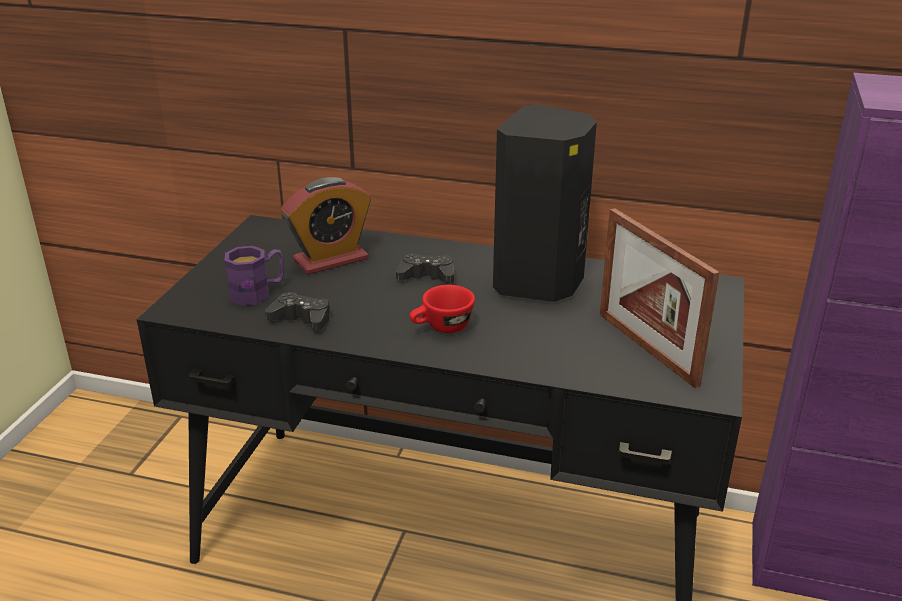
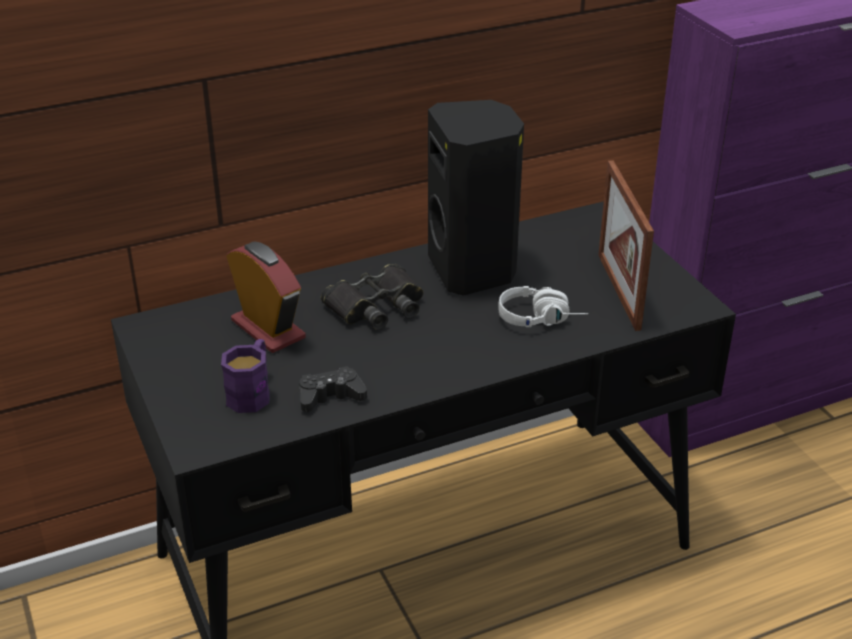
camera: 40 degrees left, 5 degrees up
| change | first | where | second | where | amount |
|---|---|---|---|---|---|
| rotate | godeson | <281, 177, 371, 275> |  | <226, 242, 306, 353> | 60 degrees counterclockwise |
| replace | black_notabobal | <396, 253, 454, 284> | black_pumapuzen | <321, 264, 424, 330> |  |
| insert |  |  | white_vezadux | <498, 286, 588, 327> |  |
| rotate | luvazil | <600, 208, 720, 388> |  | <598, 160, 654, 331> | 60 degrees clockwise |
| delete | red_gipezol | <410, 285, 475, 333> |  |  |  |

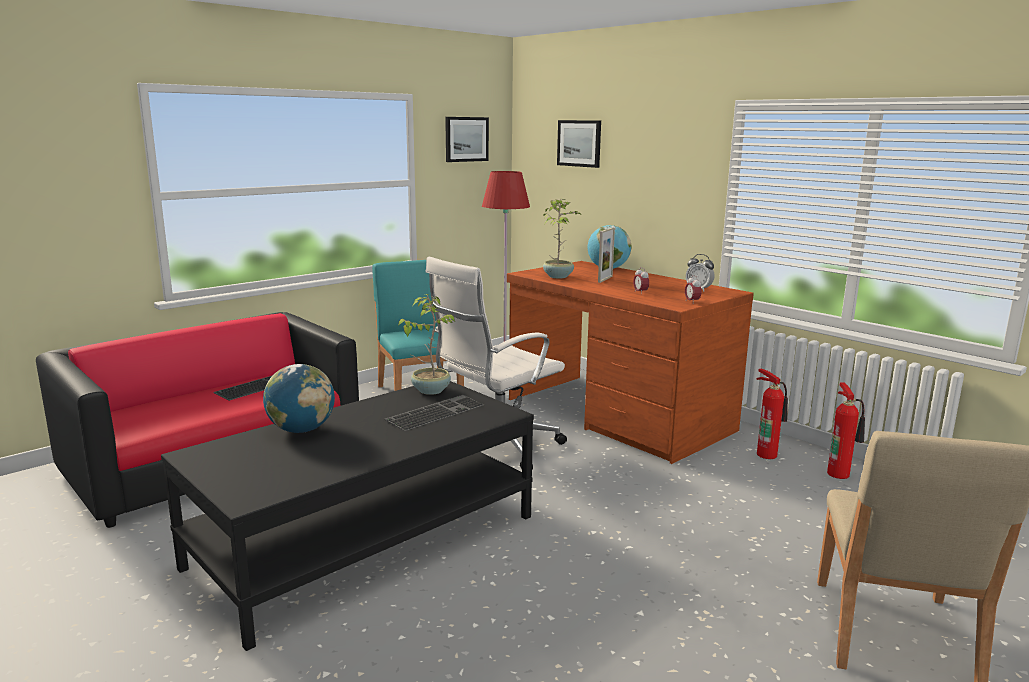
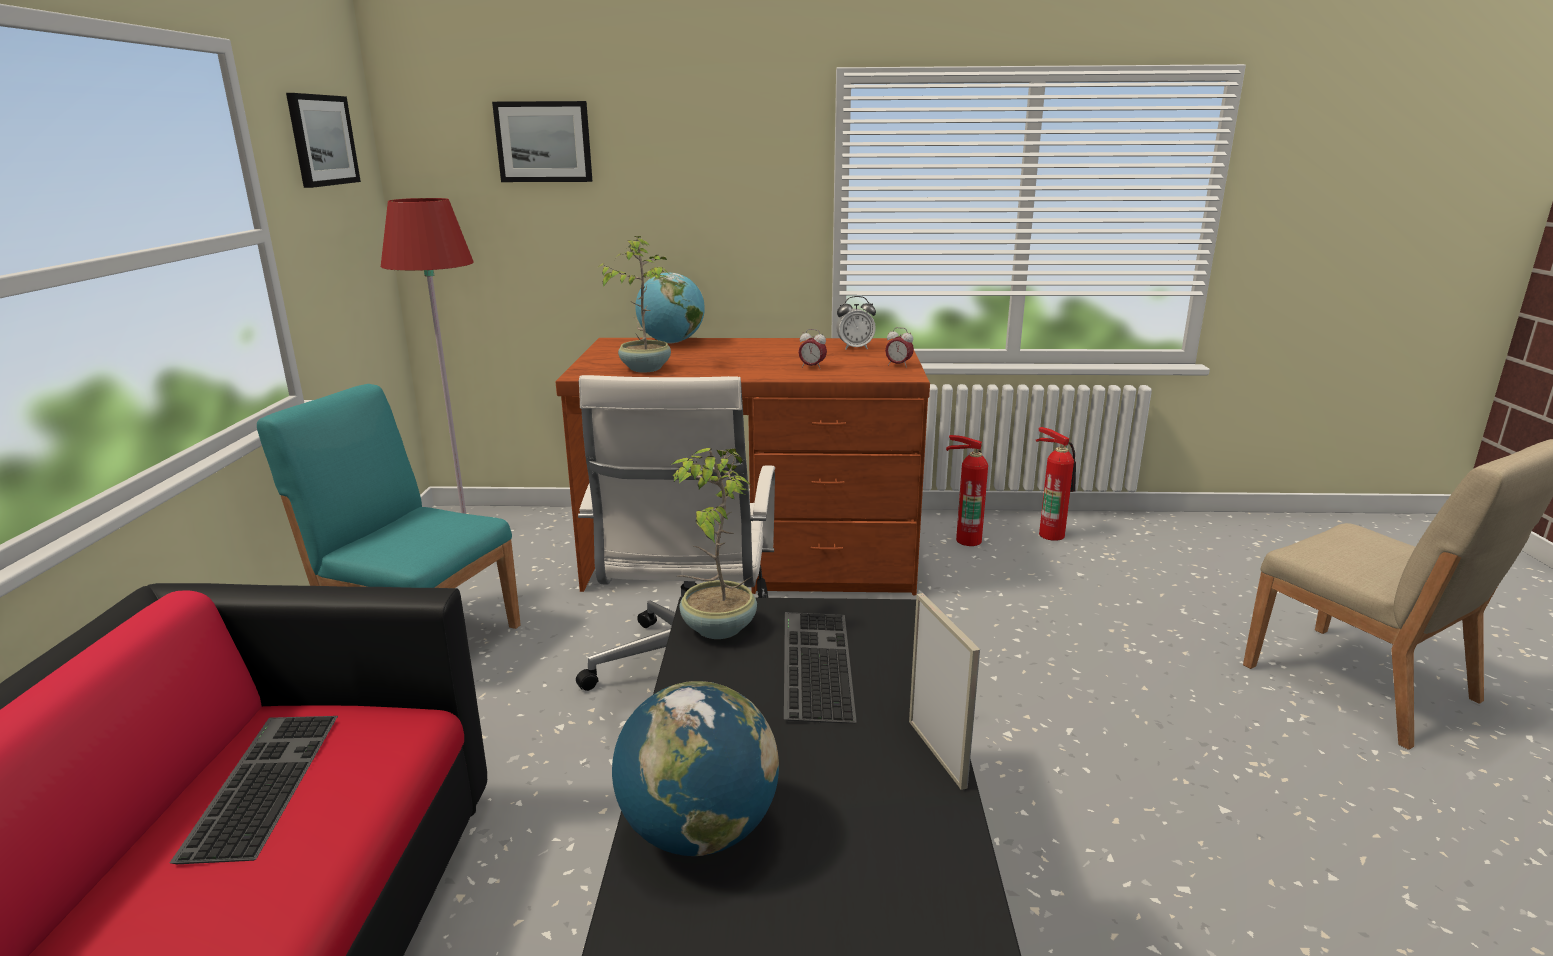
camera: 45 degrees left, 5 degrees up
| change | first | where | second | where | amount |
|---|---|---|---|---|---|
| move | luvazil | <598, 227, 615, 283> |  | <909, 593, 980, 790> |  |

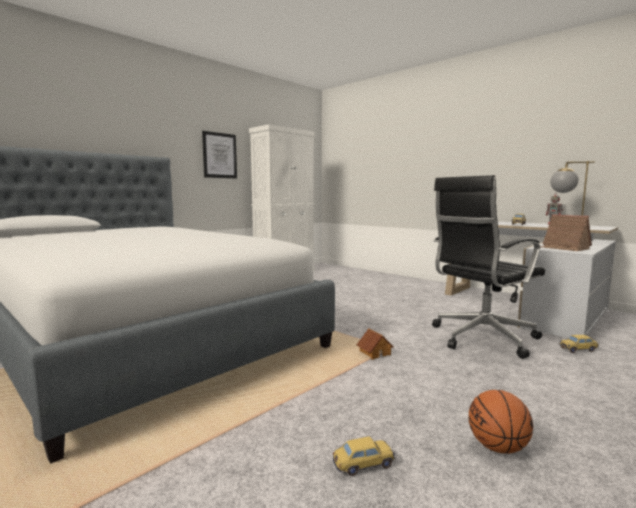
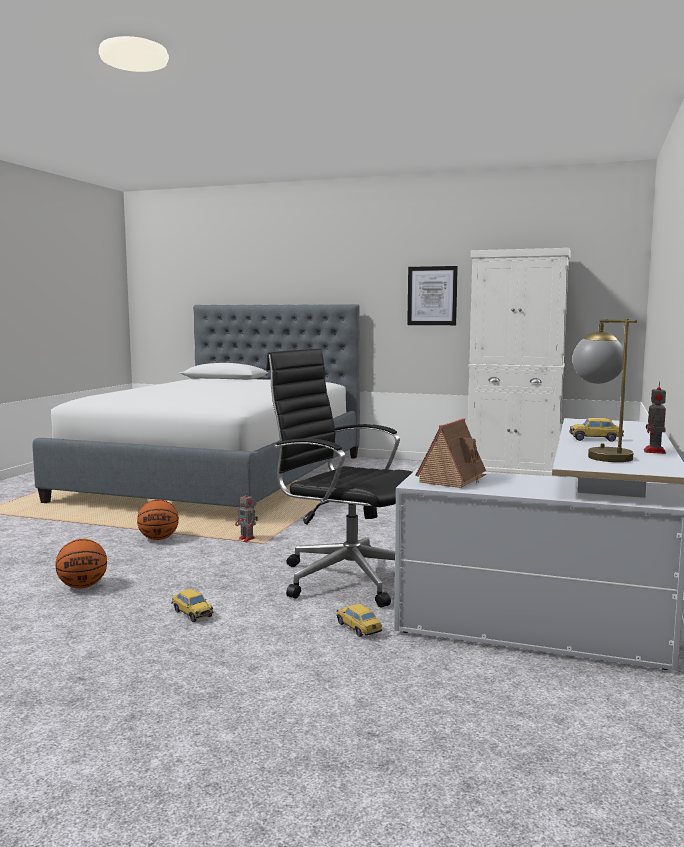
camera: 65 degrees right, 0 degrees up
| change | first | where | second | where | amount |
|---|---|---|---|---|---|
| insert |  |  | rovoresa | <137, 499, 179, 540> |  |
| move | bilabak | <333, 436, 395, 476> |  | <172, 589, 214, 622> |  |
| replace | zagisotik | <357, 328, 394, 360> | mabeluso | <235, 491, 258, 543> |  |

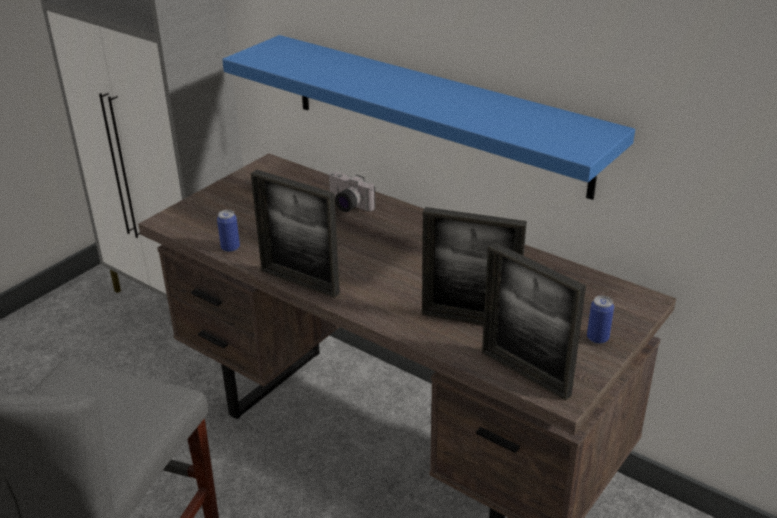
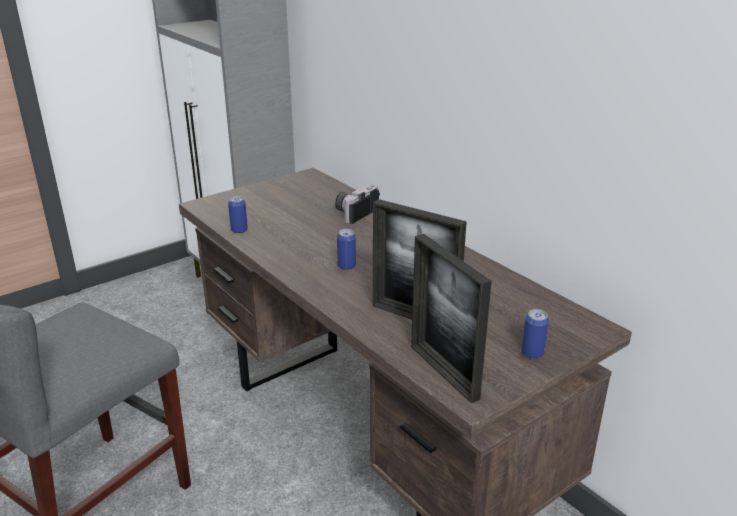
camera: 15 degrees right, 5 degrees down
| change | first | where | second | where | amount |
|---|---|---|---|---|---|
| rotate | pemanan | <329, 171, 375, 212> |  | <335, 185, 380, 224> | 75 degrees clockwise |
| insert |  |  | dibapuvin | <337, 229, 356, 270> |  |
| delete | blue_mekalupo | <222, 35, 635, 200> |  |  |  |
| delete | luvazil | <251, 170, 340, 298> |  |  |  |

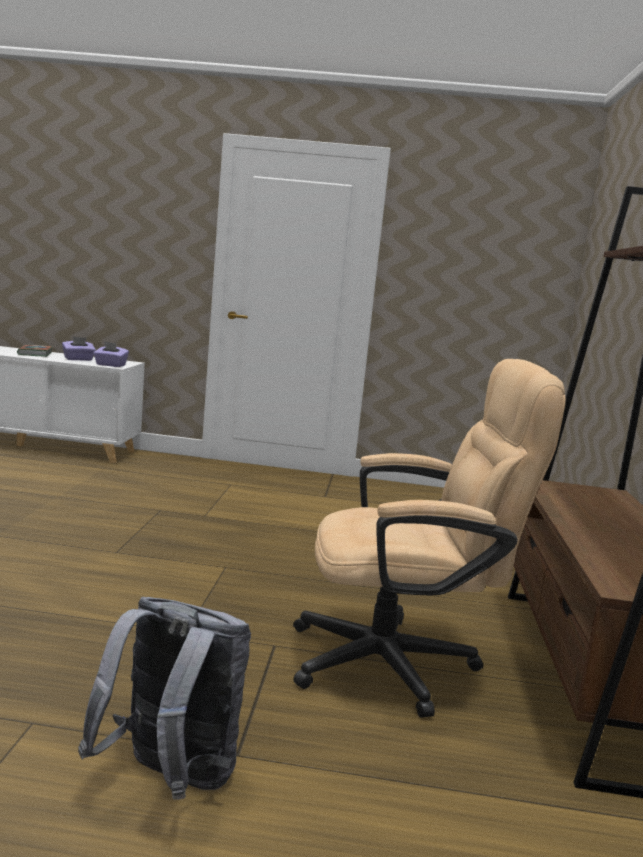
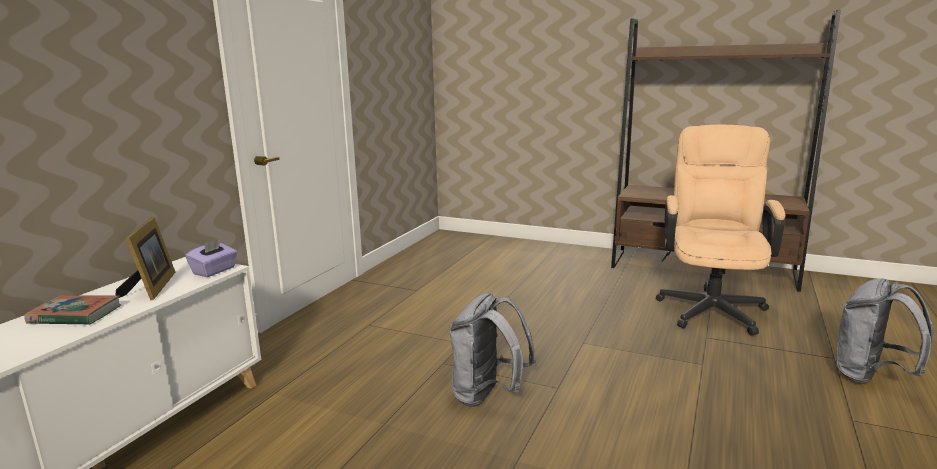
camera: 70 degrees left, 5 degrees up
| change | first | where | second | where | amount |
|---|---|---|---|---|---|
| replace | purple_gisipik | <62, 337, 96, 361> | luvazil | <116, 217, 175, 301> |  |
| insert |  |  | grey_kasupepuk | <449, 293, 536, 407> |  |

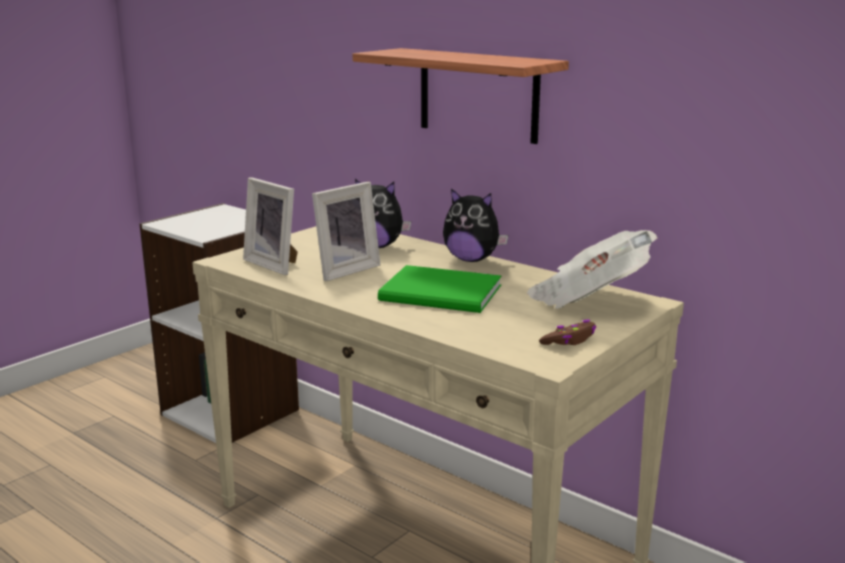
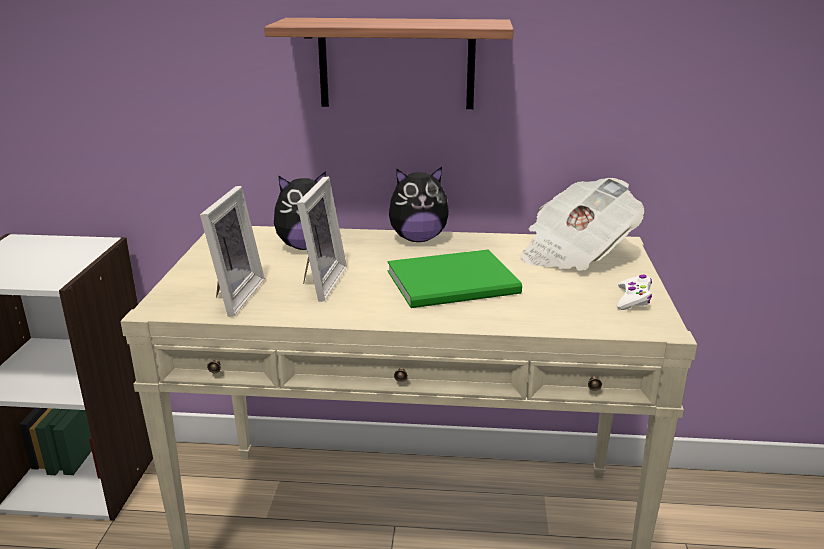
camera: 35 degrees left, 5 degrees up
| change | first | where | second | where | amount |
|---|---|---|---|---|---|
| rotate | luvazil | <243, 177, 298, 275> |  | <200, 186, 265, 317> | 90 degrees counterclockwise |
| recolor | brown_notabobal | <539, 320, 596, 345> | white_notabobal | <617, 275, 652, 310> |  |

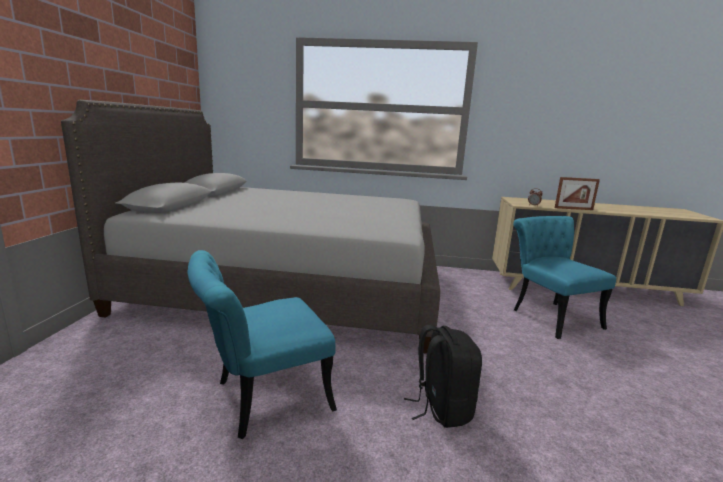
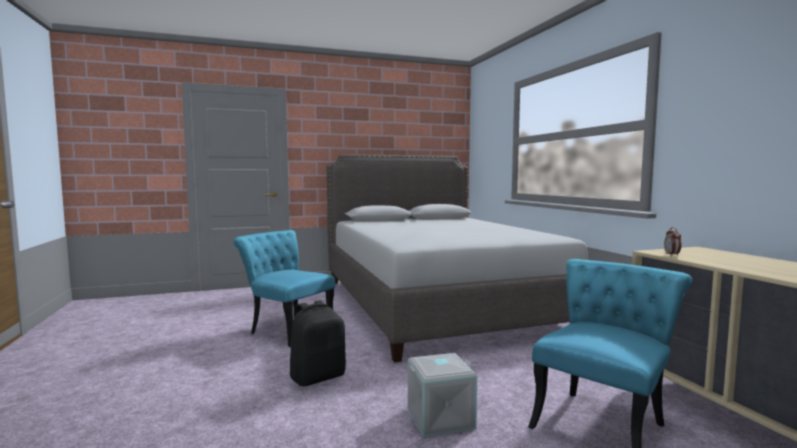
camera: 65 degrees right, 10 degrees down
| change | first | where | second | where | amount |
|---|---|---|---|---|---|
| insert |  |  | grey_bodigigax | <408, 353, 477, 437> |  |
| delete | luvazil | <555, 177, 600, 210> |  |  |  |

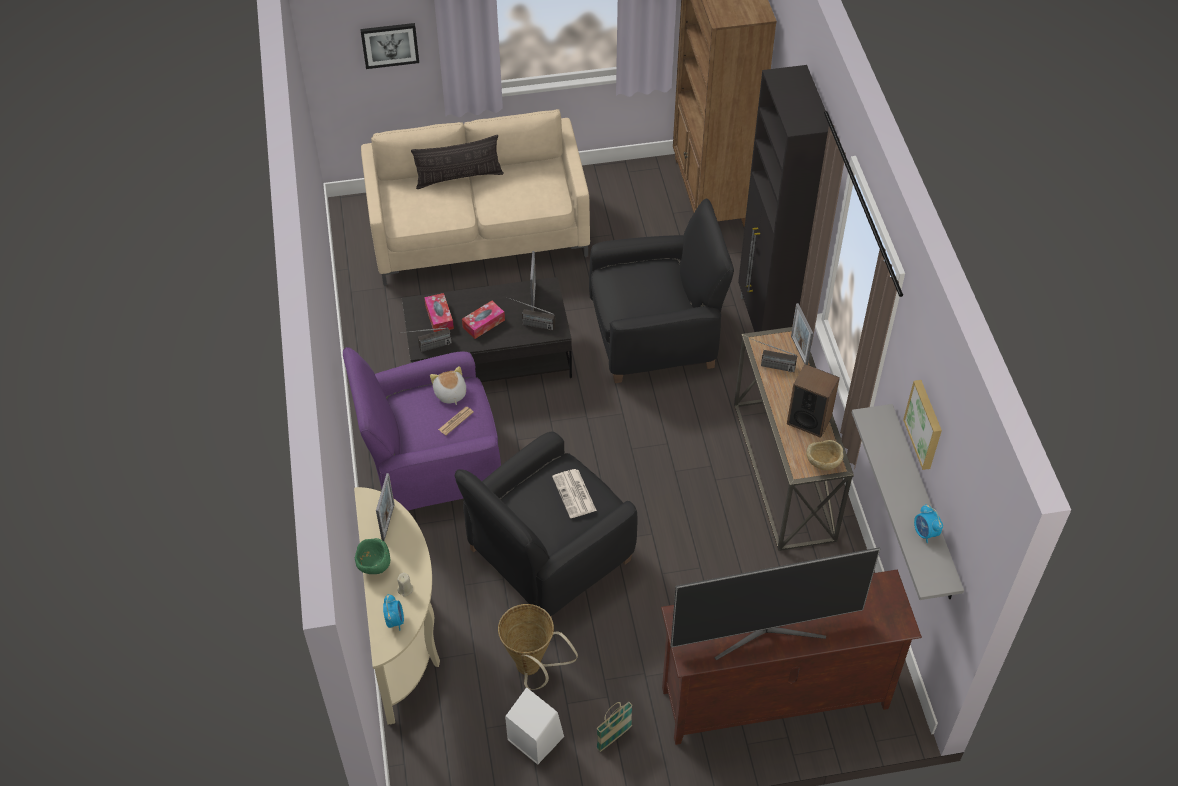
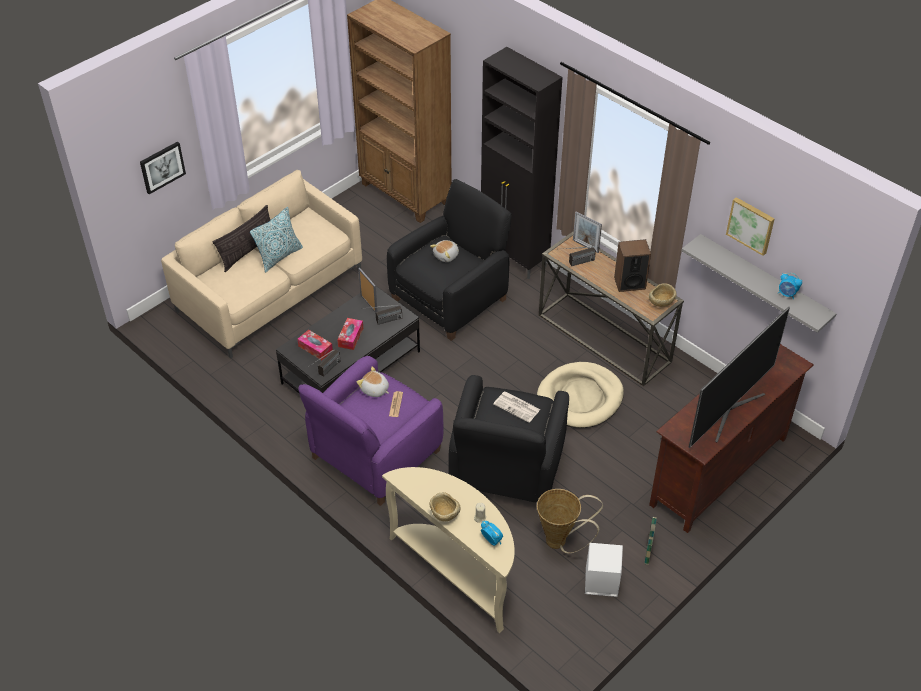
camera: 35 degrees left, 5 degrees down
| change | first | where | second | where | amount |
|---|---|---|---|---|---|
| insert |  |  | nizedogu | <250, 207, 303, 272> |  |
| insert |  |  | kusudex | <430, 240, 459, 262> |  |
| recolor | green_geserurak | <355, 538, 391, 574> | beige_geserurak | <430, 492, 460, 521> |  |
| insert |  |  | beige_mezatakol | <537, 362, 624, 428> |  |
| delete | luvazil | <376, 473, 395, 541> |  |  |  |

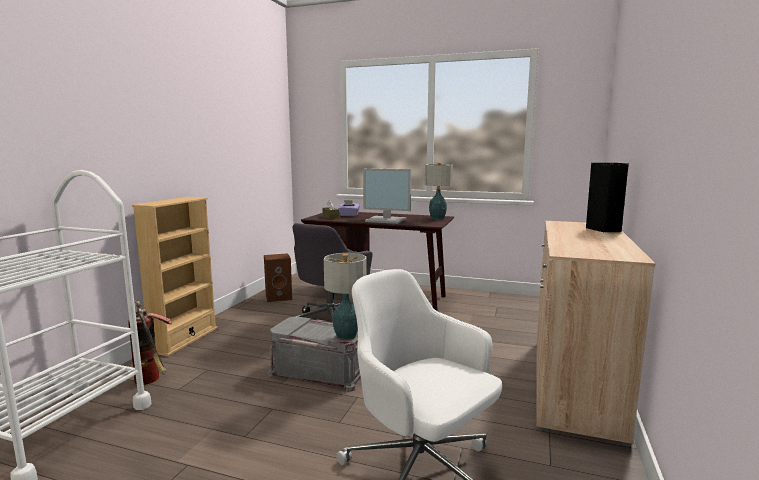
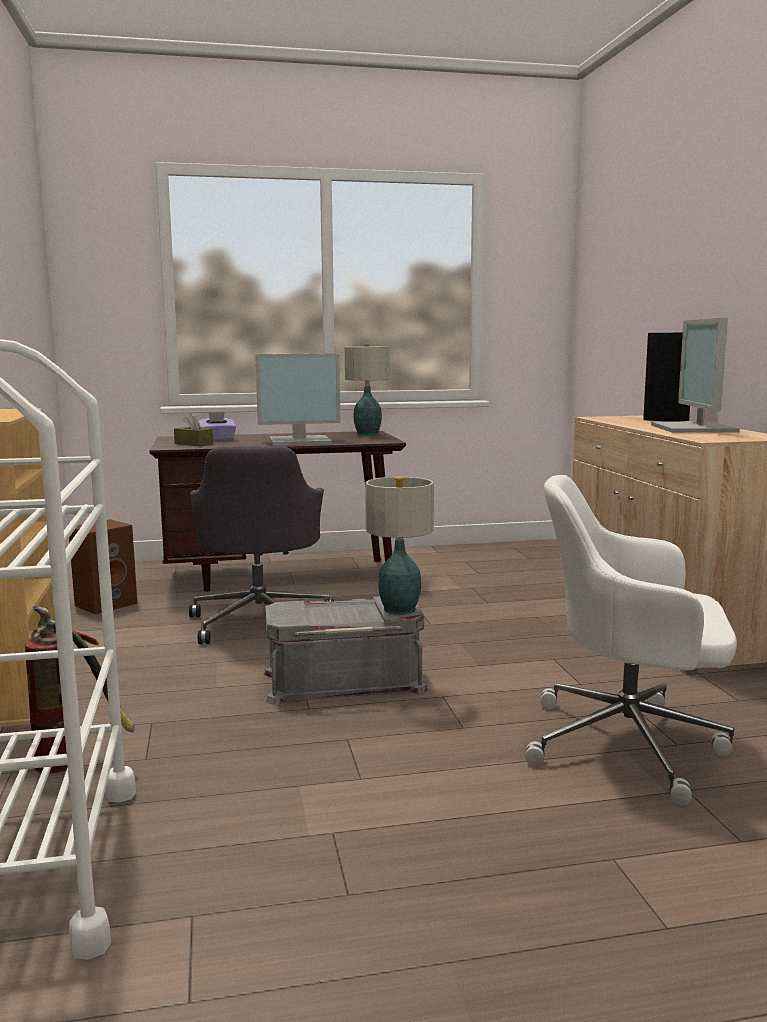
camera: 30 degrees left, 0 degrees up
| change | first | where | second | where | amount |
|---|---|---|---|---|---|
| insert |  |  | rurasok | <651, 318, 740, 433> |  |

